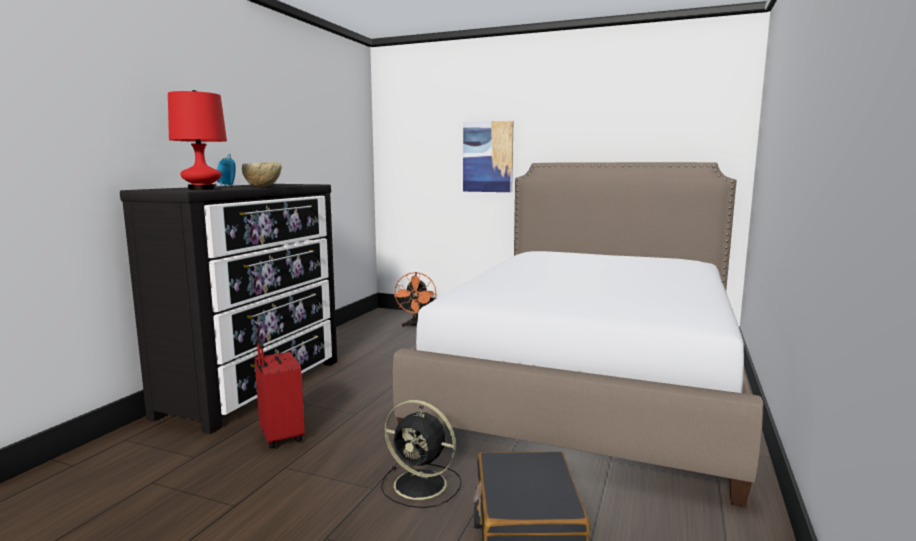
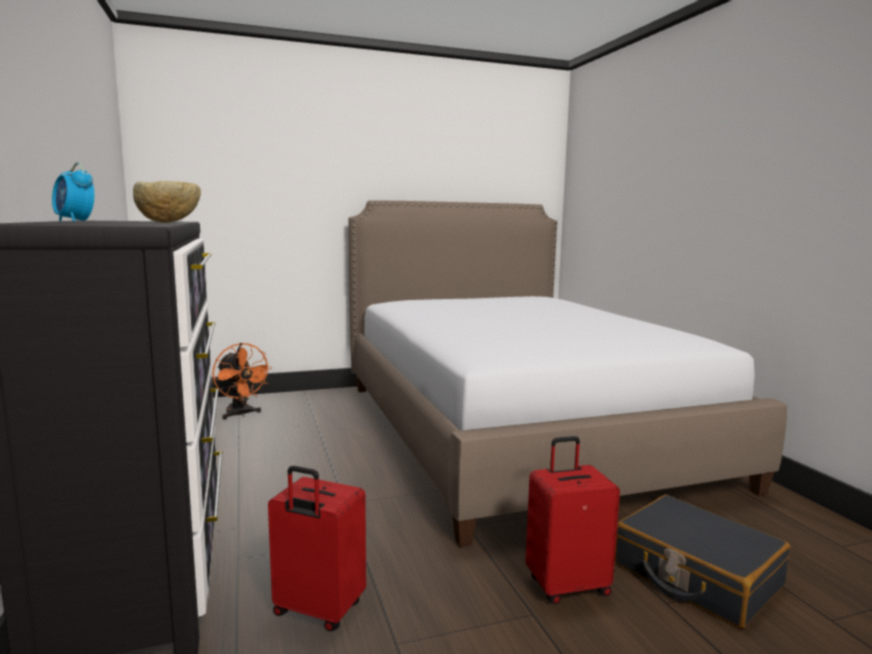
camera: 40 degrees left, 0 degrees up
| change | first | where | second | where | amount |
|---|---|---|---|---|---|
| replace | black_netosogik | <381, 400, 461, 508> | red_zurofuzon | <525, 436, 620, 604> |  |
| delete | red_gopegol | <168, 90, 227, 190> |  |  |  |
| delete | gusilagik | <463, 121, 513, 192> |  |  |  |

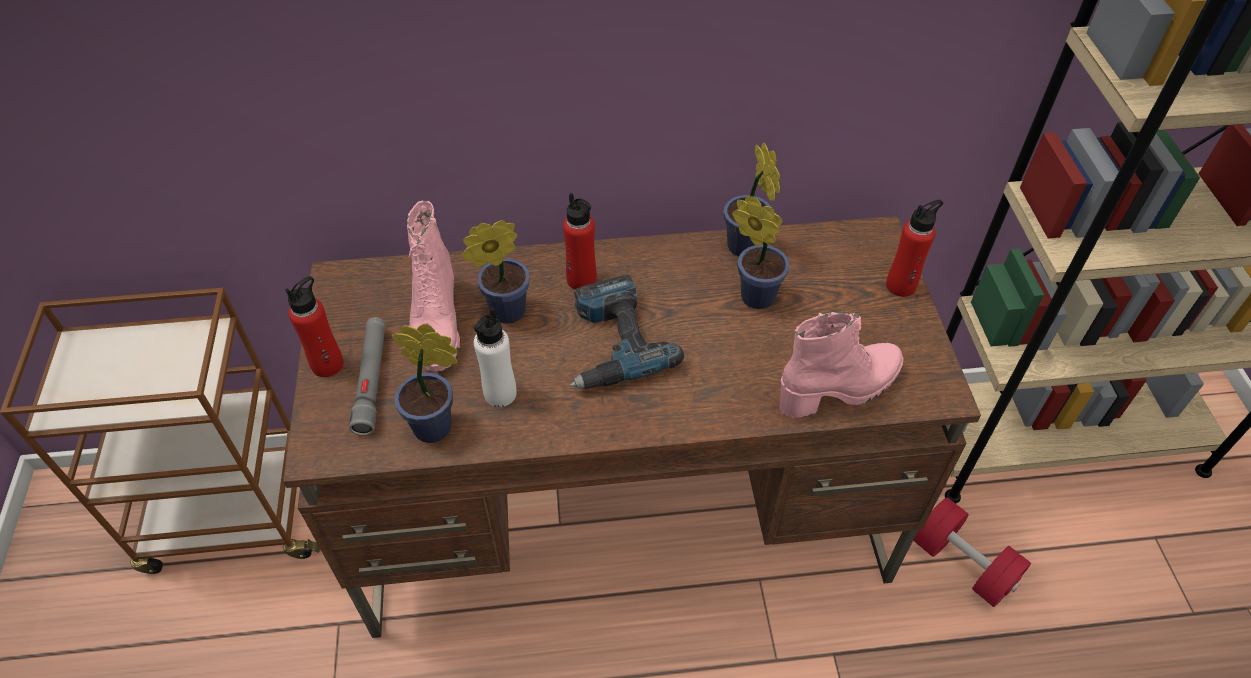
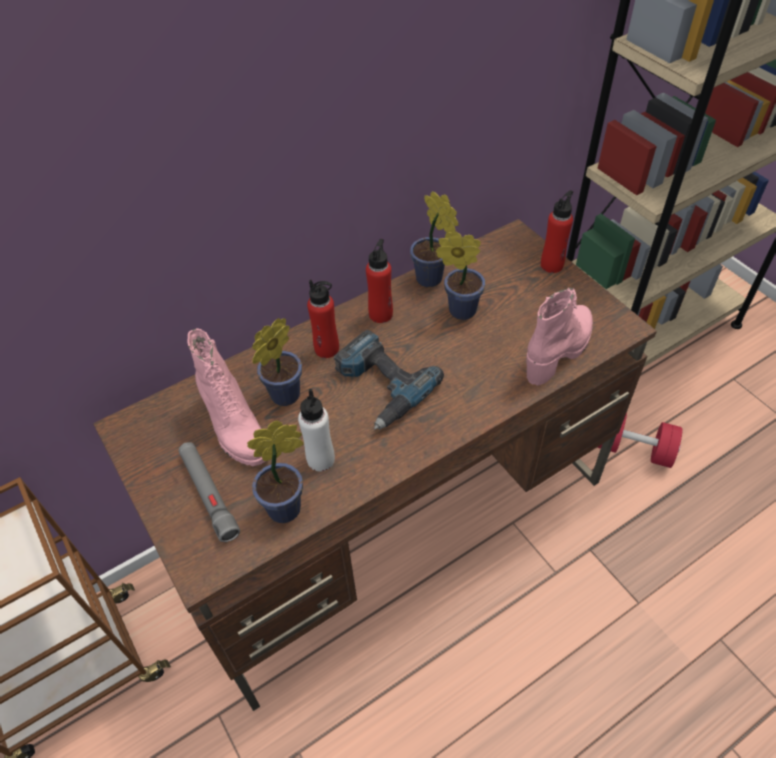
camera: 25 degrees left, 0 degrees up
| change | first | where | second | where | amount |
|---|---|---|---|---|---|
| move | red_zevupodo | <285, 276, 344, 377> |  | <366, 239, 393, 323> |  |

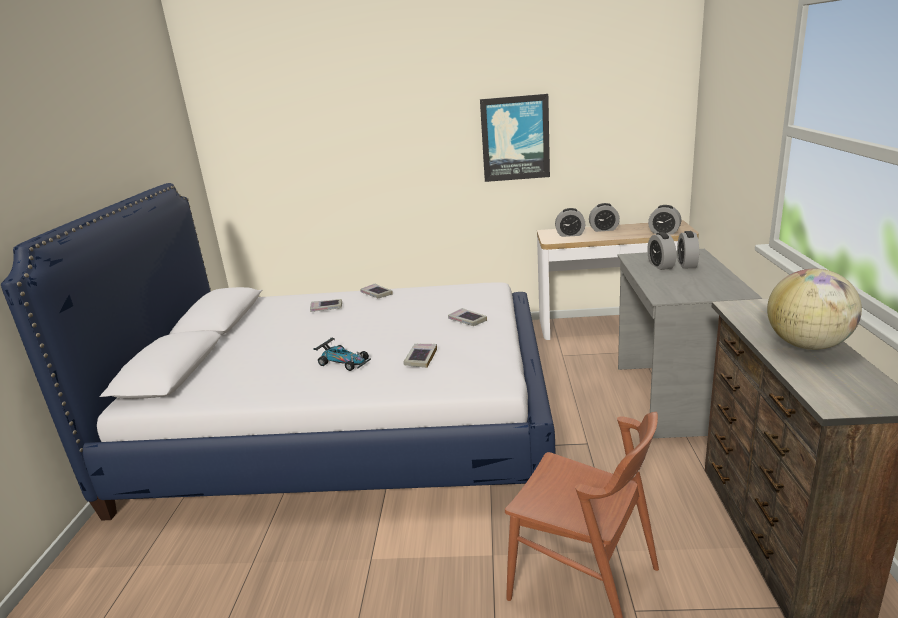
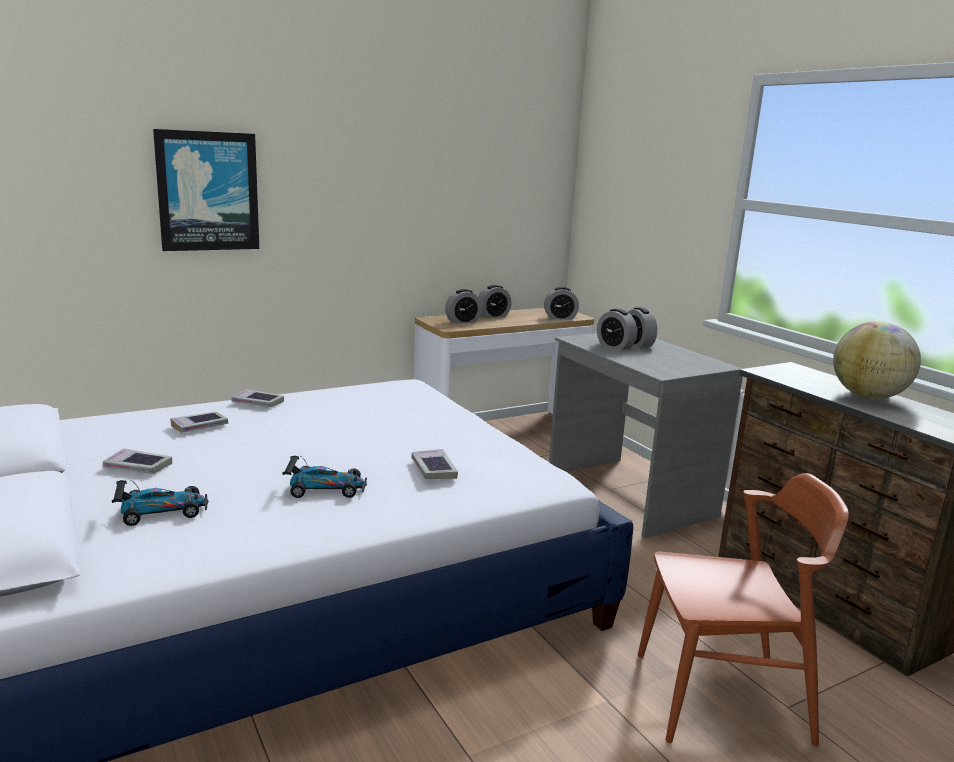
camera: 35 degrees left, 5 degrees down
| change | first | where | second | where | amount |
|---|---|---|---|---|---|
| move | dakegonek | <448, 308, 487, 326> |  | <103, 448, 172, 474> |  |
| insert |  |  | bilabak | <112, 480, 209, 526> |  |
| move | gusilagik | <480, 94, 550, 182> |  | <153, 129, 259, 251> |  |

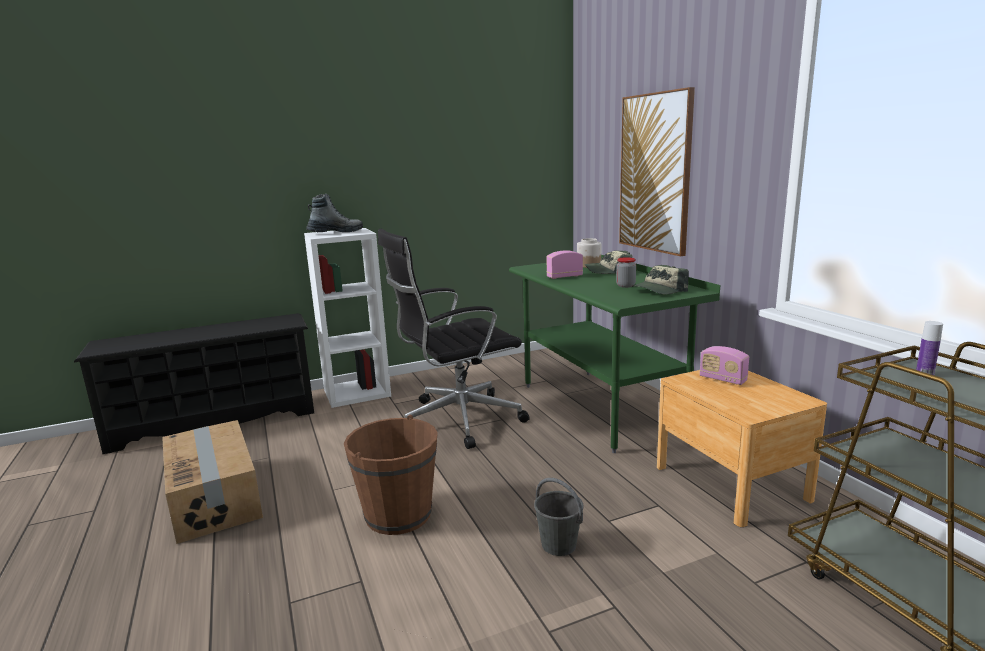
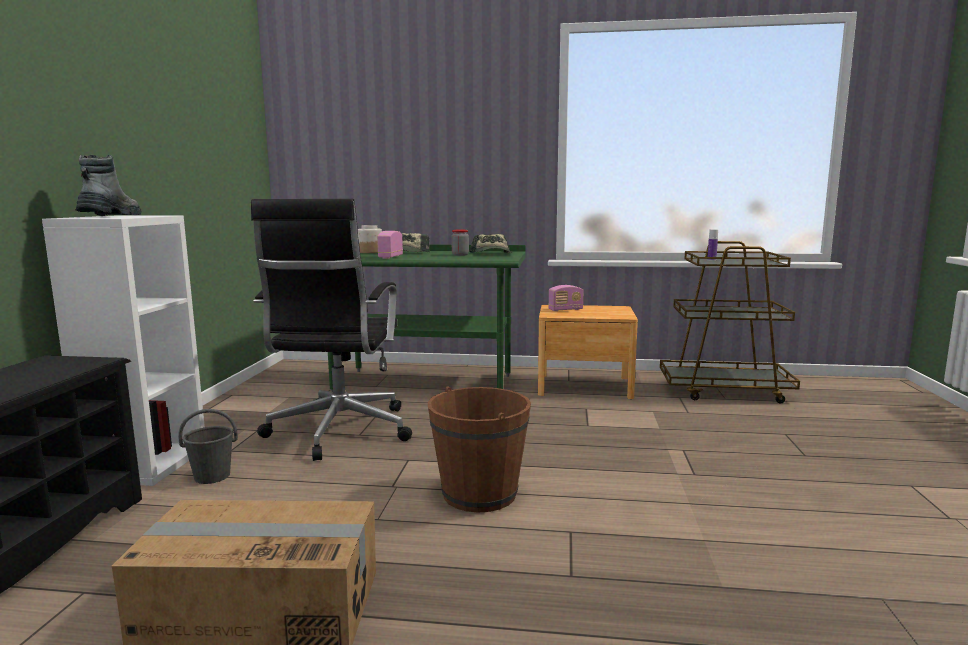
camera: 60 degrees left, 5 degrees down
| change | first | where | second | where | amount |
|---|---|---|---|---|---|
| move | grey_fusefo | <534, 478, 584, 556> |  | <179, 409, 238, 484> |  |
| delete | gusilagik | <619, 87, 695, 256> |  |  |  |

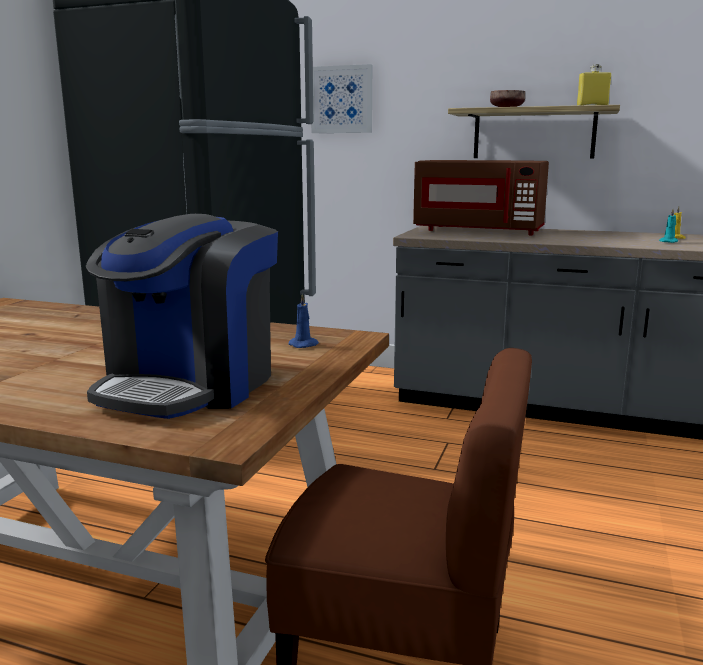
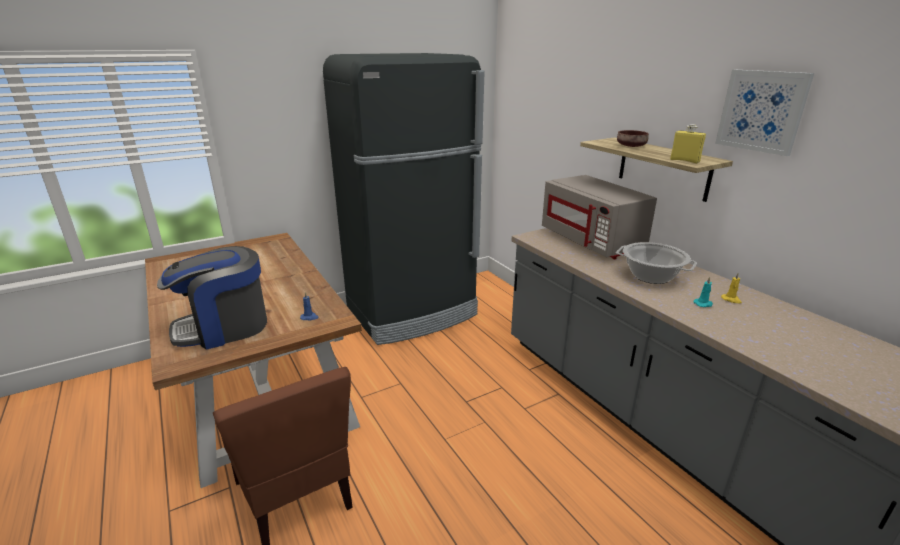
camera: 40 degrees right, 10 degrees up
| change | first | where | second | where | amount |
|---|---|---|---|---|---|
| recolor | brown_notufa | <413, 160, 549, 236> | grey_notufa | <542, 175, 657, 259> |  |
| insert |  |  | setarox | <616, 242, 697, 284> |  |
| move | gusilagik | <311, 64, 372, 133> |  | <715, 70, 814, 156> |  |

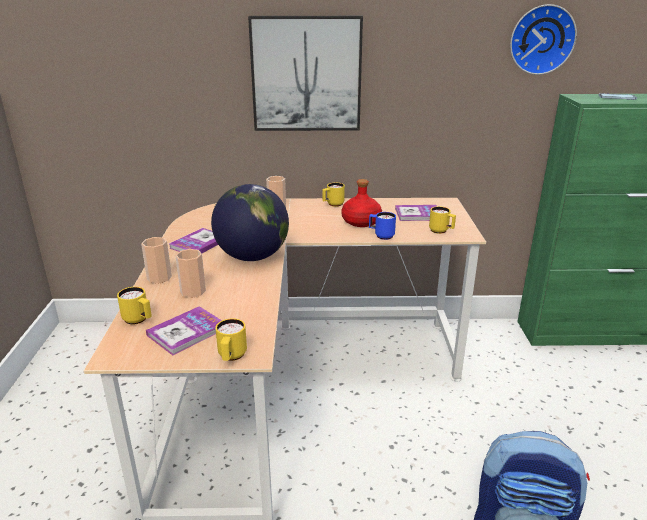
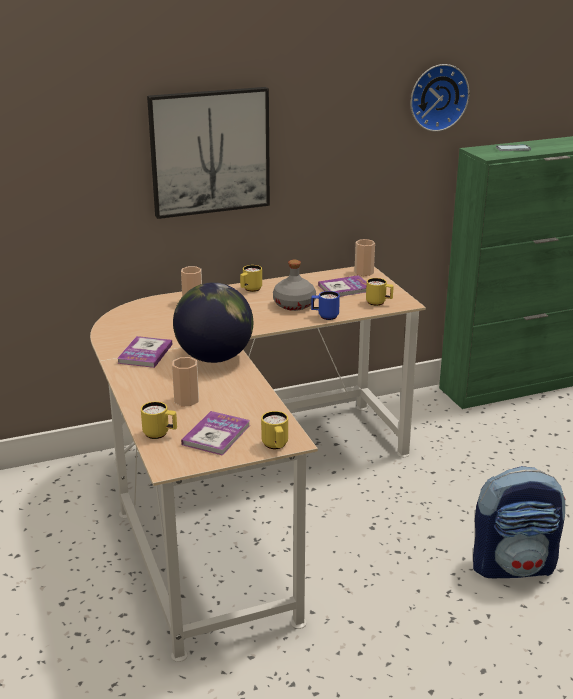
camera: 20 degrees left, 0 degrees up
| change | first | where | second | where | amount |
|---|---|---|---|---|---|
| recolor | red_zevupodo | <341, 179, 382, 227> | grey_zevupodo | <273, 260, 316, 311> |  |
| move | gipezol | <141, 237, 172, 283> |  | <354, 239, 375, 276> |  |

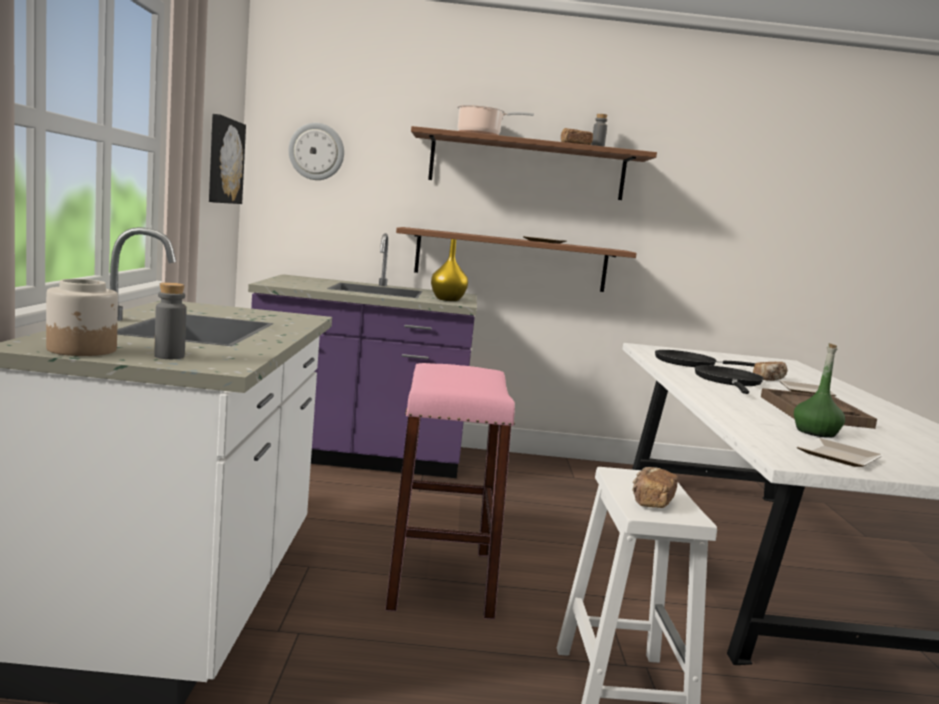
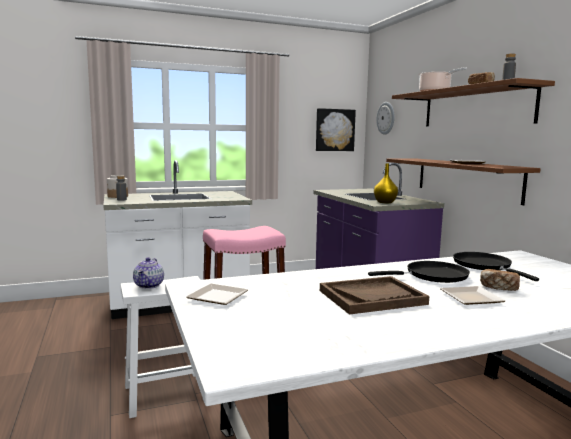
camera: 70 degrees right, 0 degrees up
| change | first | where | second | where | amount |
|---|---|---|---|---|---|
| replace | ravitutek | <633, 467, 678, 508> | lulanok | <133, 257, 164, 289> |  |
| delete | green_zevupodo | <794, 343, 845, 438> |  |  |  |

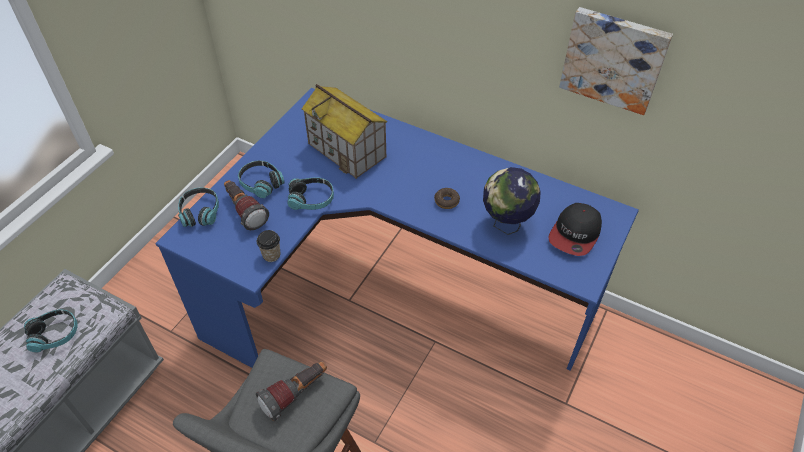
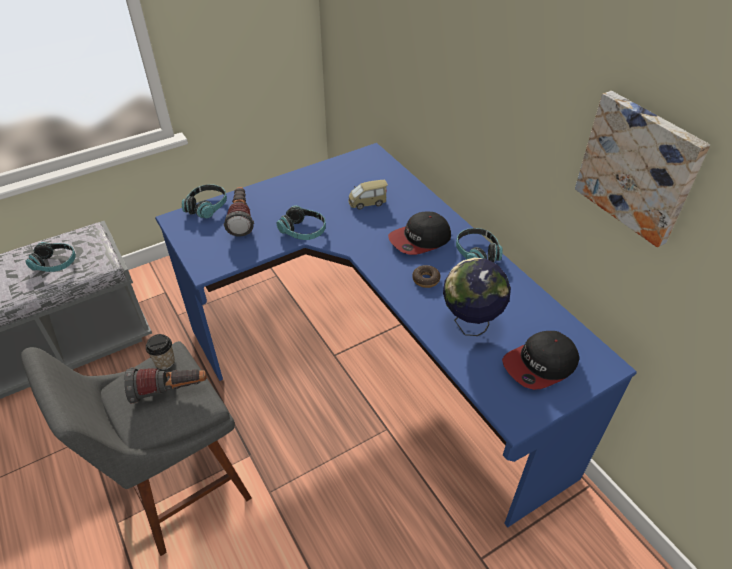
camera: 30 degrees right, 5 degrees down
| change | first | where | second | where | amount |
|---|---|---|---|---|---|
| move | gipezol | <257, 230, 281, 262> |  | <146, 334, 175, 370> |  |
| replace | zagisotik | <302, 84, 388, 179> | bilabak | <349, 180, 388, 210> |  |
| insert |  |  | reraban | <388, 212, 451, 255> |  |
| move | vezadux | <238, 160, 285, 198> |  | <456, 228, 503, 262> |  |

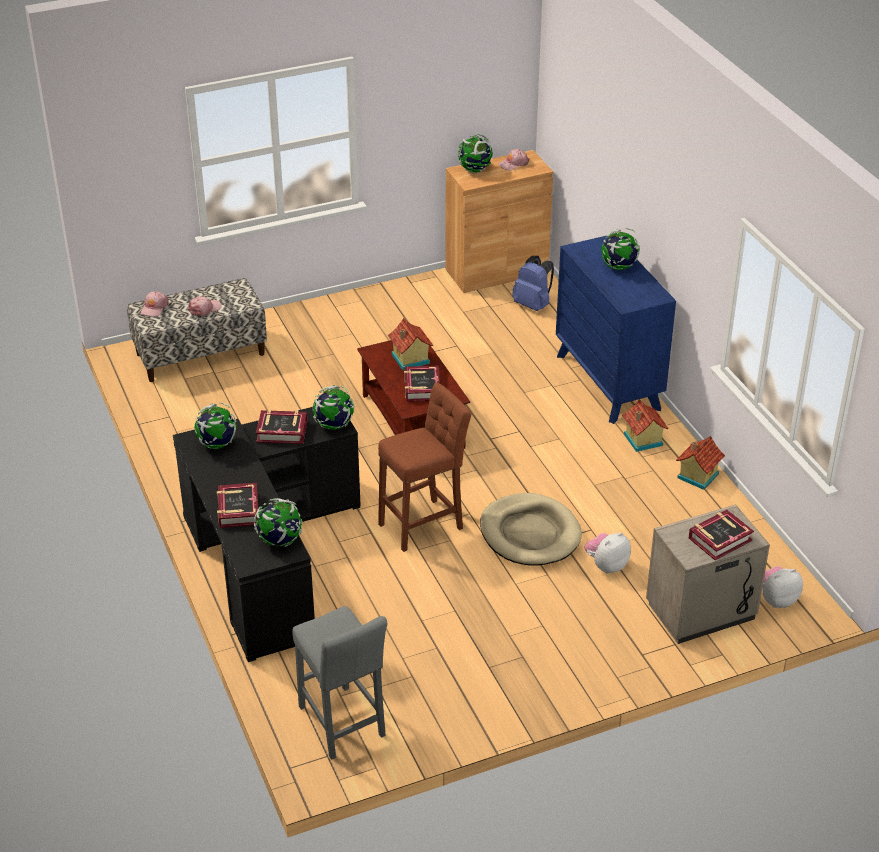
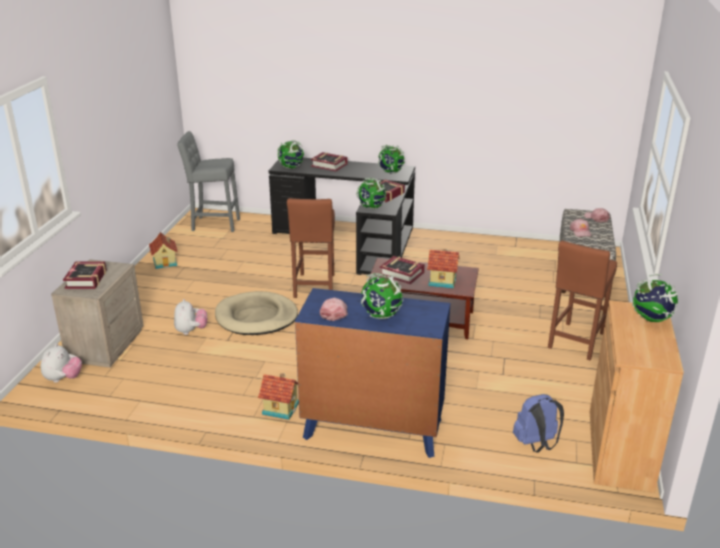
camera: 125 degrees right, 10 degrees down
| change | first | where | second | where | amount |
|---|---|---|---|---|---|
| move | zagisotik | <676, 436, 725, 490> |  | <149, 232, 178, 269> |  |
| move | pink_reraban | <498, 149, 529, 171> |  | <320, 298, 348, 321> |  |
| insert |  |  | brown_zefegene | <548, 241, 617, 360> |  |

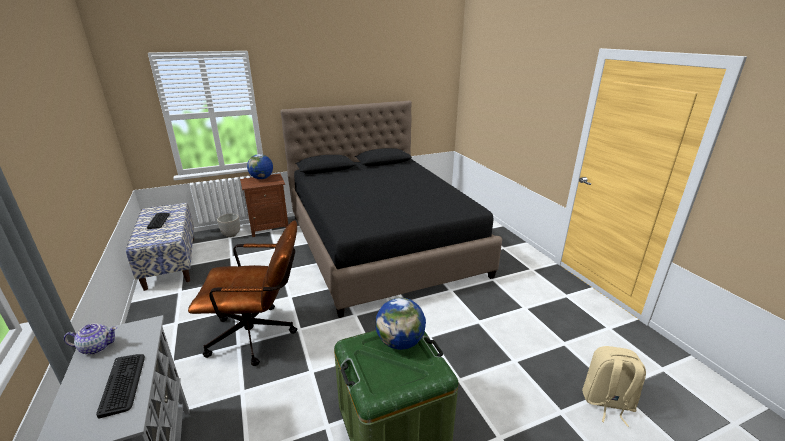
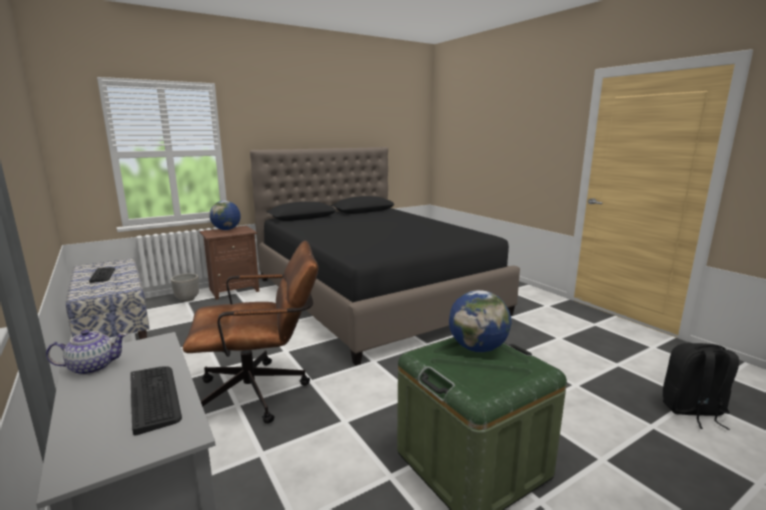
camera: 10 degrees left, 10 degrees down
| change | first | where | second | where | amount |
|---|---|---|---|---|---|
| recolor | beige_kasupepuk | <582, 346, 646, 427> | black_kasupepuk | <663, 343, 739, 430> |  |

